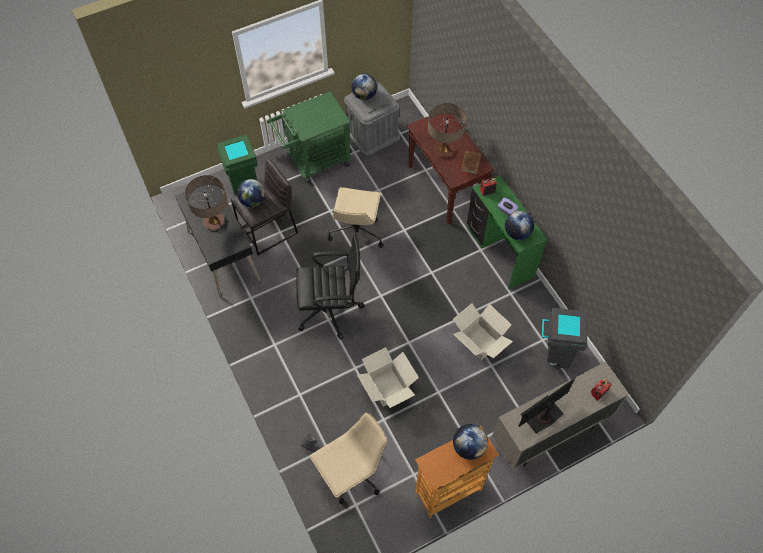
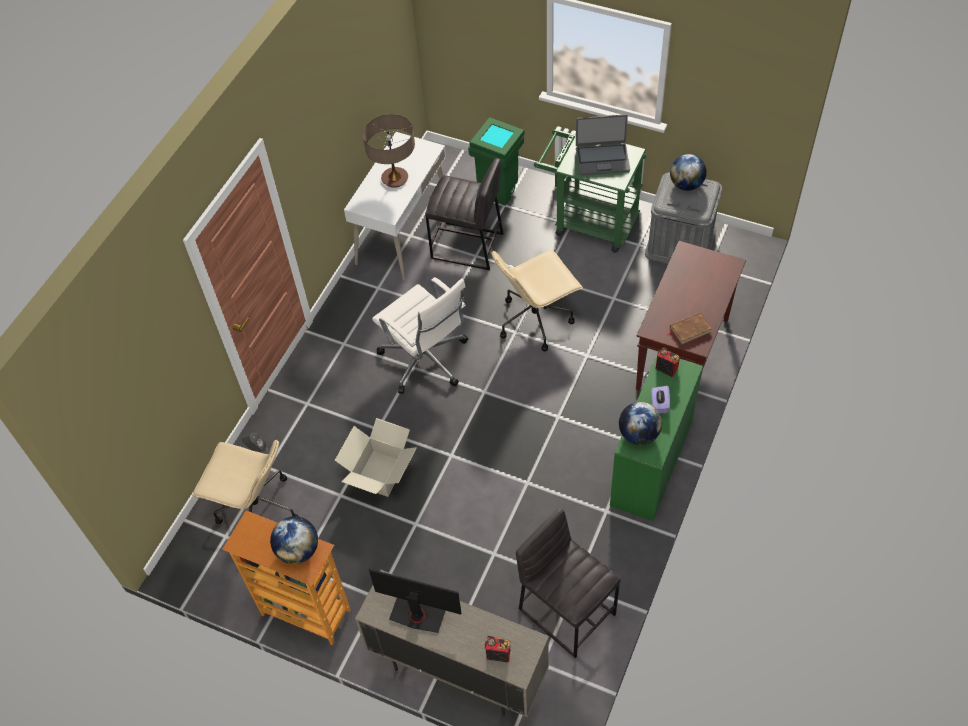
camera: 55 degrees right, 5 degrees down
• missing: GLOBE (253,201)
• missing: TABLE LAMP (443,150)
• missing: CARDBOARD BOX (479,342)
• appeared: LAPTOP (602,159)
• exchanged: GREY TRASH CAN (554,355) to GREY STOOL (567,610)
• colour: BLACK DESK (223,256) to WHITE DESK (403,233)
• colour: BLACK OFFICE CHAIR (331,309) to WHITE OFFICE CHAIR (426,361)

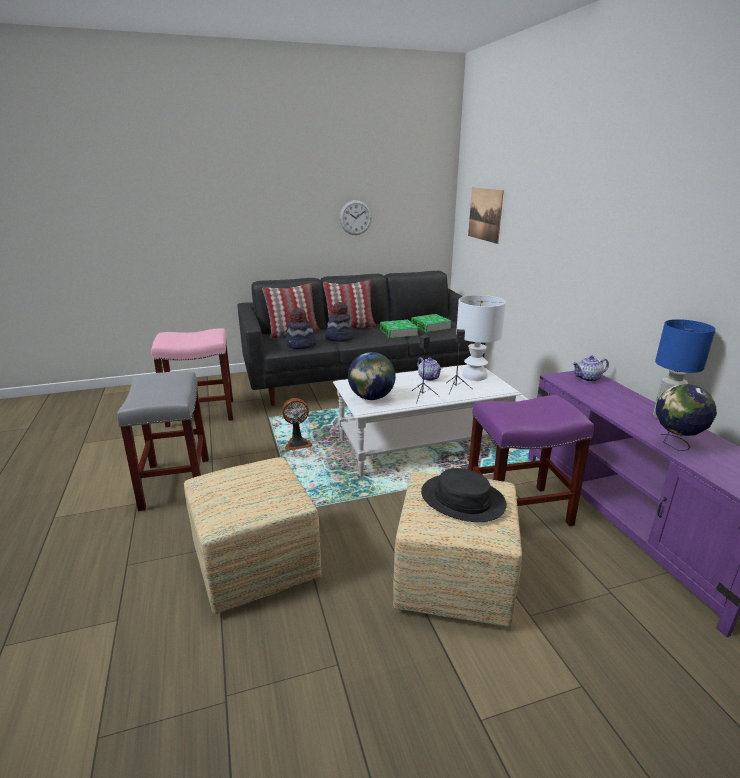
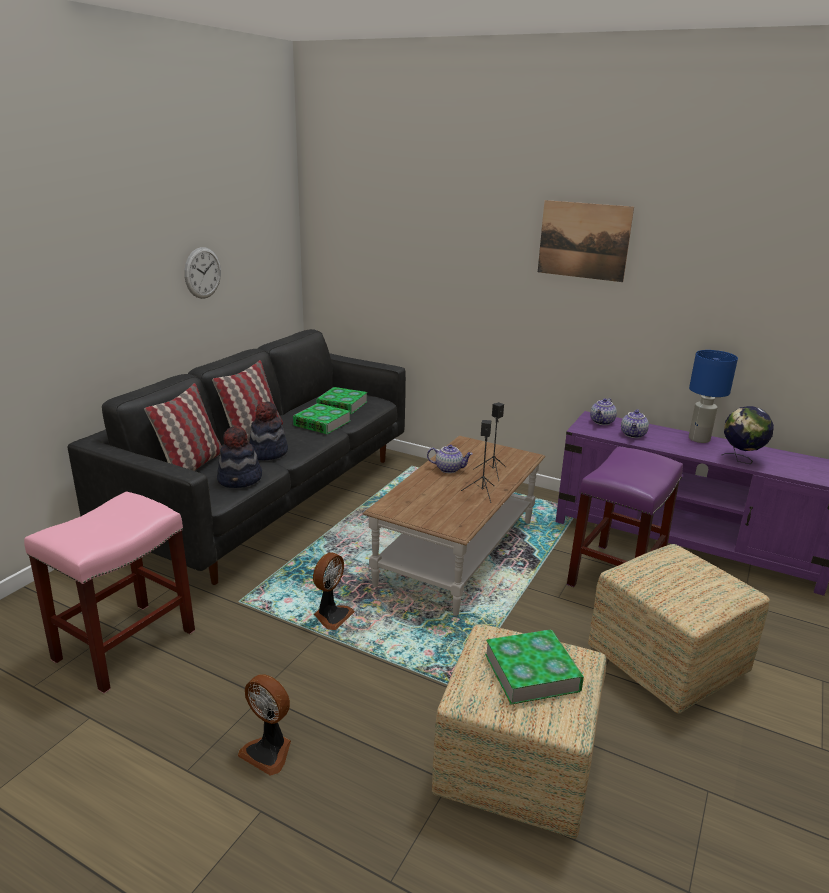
camera: 45 degrees left, 0 degrees up
• missing: GLOBE (371,398)
• missing: BLACK HAT (463,499)
• missing: WHITE TABLE LAMP (475,375)
• appeared: BOOK (531,672)
• appeared: TEAPOT (633,435)
• relocated: PICTURE (485,214) to (583,240)
• exchanged: GREY STOOL (177,483) to FAN (269,751)
• colour: WHITE COFFEE TABLE (422,445) to BROWN COFFEE TABLE (457,552)

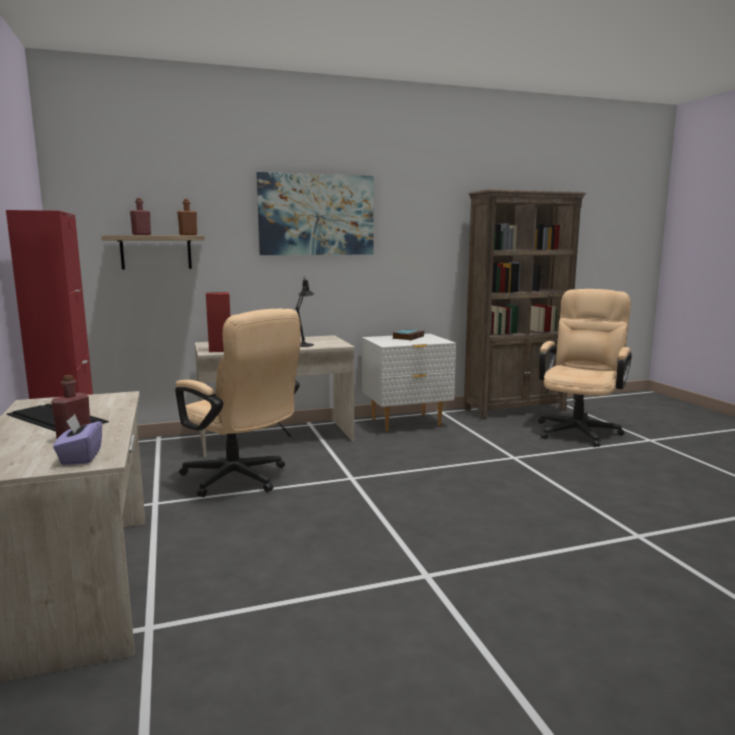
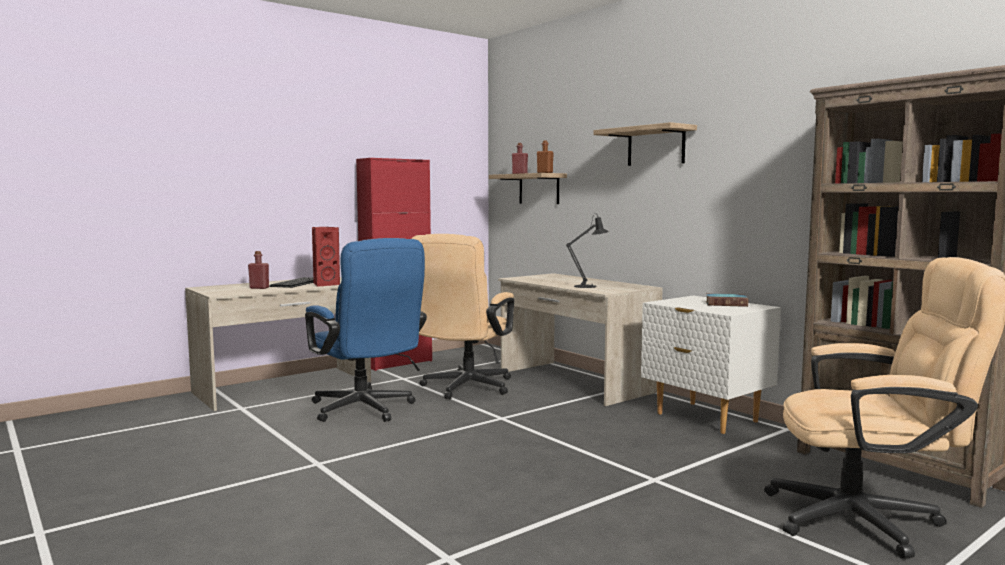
camera: 70 degrees right, 5 degrees down
• missing: PURPLE TISSUE BOX (80,457)
• appeared: BLUE OFFICE CHAIR (366,410)
• relocated: RED SPEAKER (220,350) to (325,284)
• exchanged: PICTURE (316,215) to SHELF (656,146)

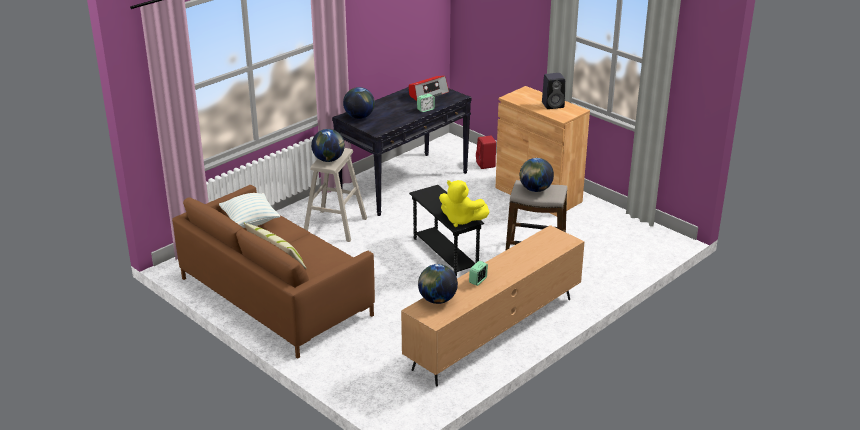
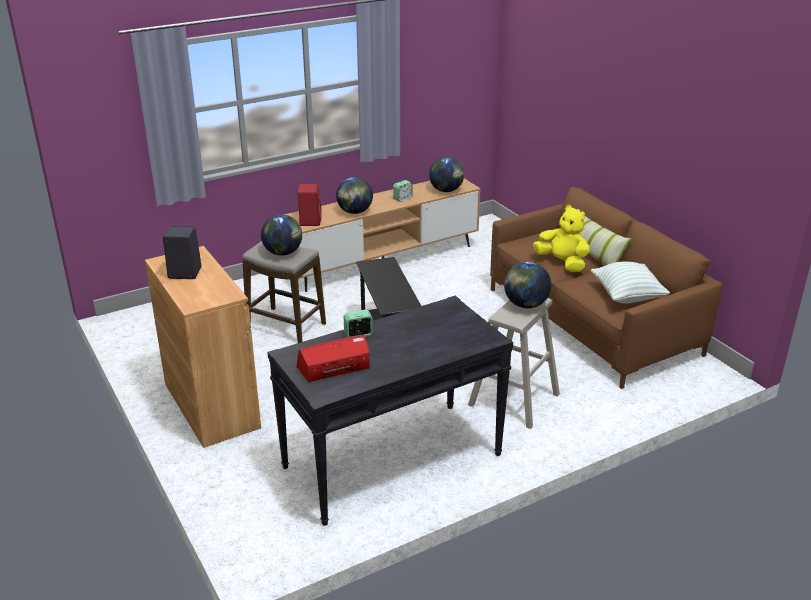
camera: 165 degrees left, 0 degrees up
• relocated: GLOBE (359,117) to (355,212)
• relocated: YELLOW PLUSH TOY (461,220) to (562,263)
• relocated: RED SPEAKER (486,165) to (310,221)

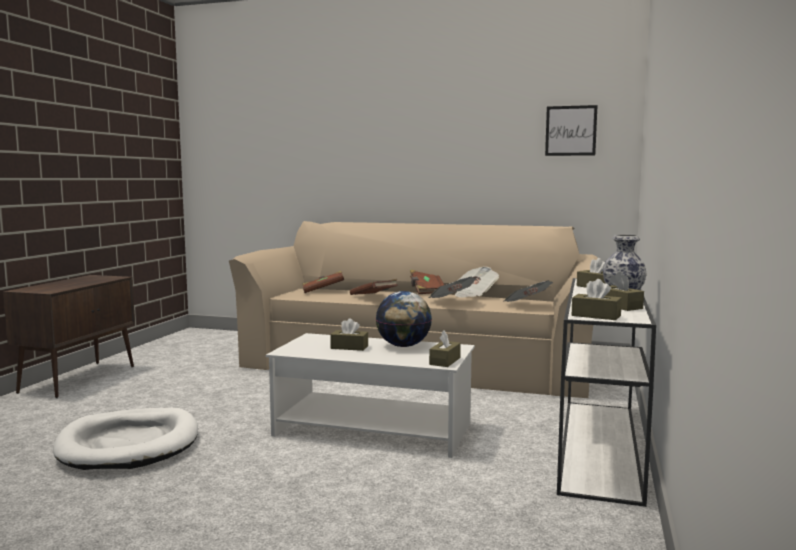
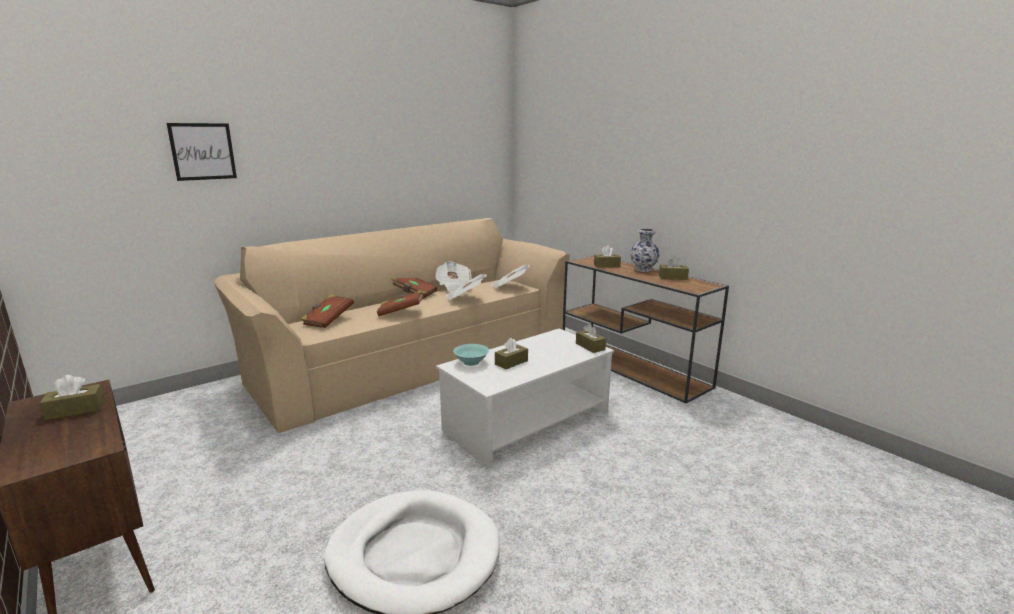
camera: 55 degrees left, 10 degrees up
• missing: GLOBE (403,346)
• appeared: TURQUOISE BOWL (471,362)
• relocated: PICTURE (570,130) to (203,151)
• relocated: BROWN TISSUE BOX (596,316) to (75,410)
• colour: WHITE CONSOLE TABLE (600,447) to BROWN CONSOLE TABLE (633,367)

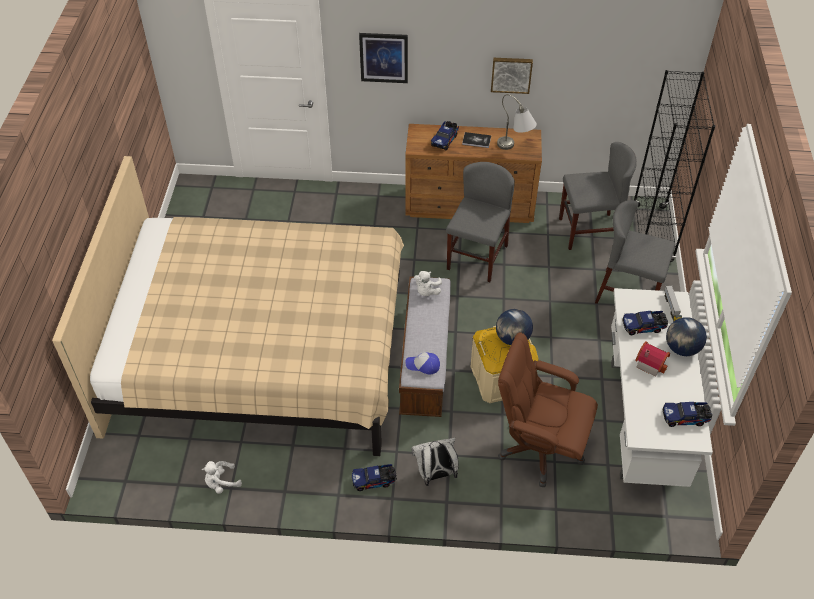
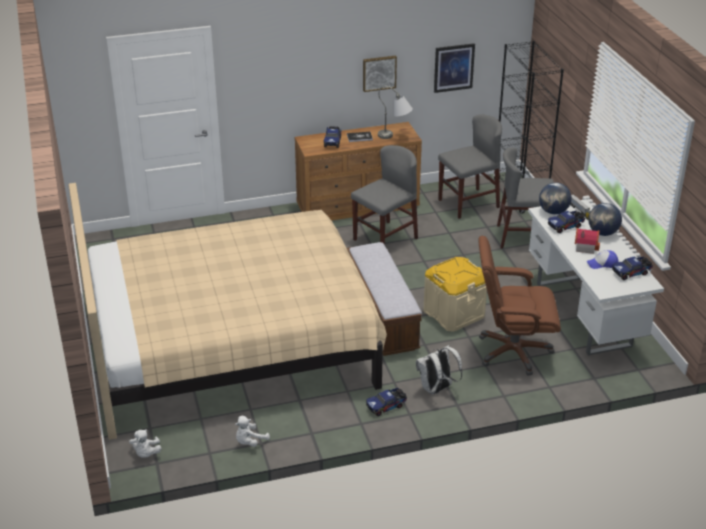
camera: 20 degrees left, 15 degrees down
• relocated: PICTURE (384,57) to (453,67)
• relocated: CAP (423,365) to (602,263)
• relocated: WHITE PLUSH TOY (427,291) to (146,454)
• relocated: GLOBE (512,338) to (553,212)
• spun: GREY CHAIR (477,257) = (385,239) 45 degrees clockwise

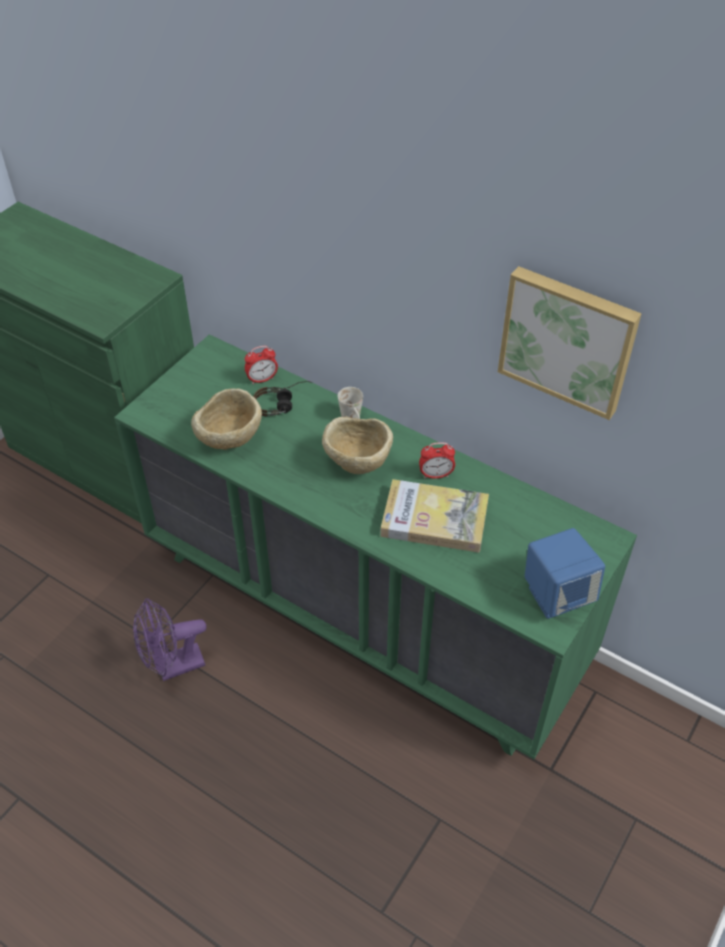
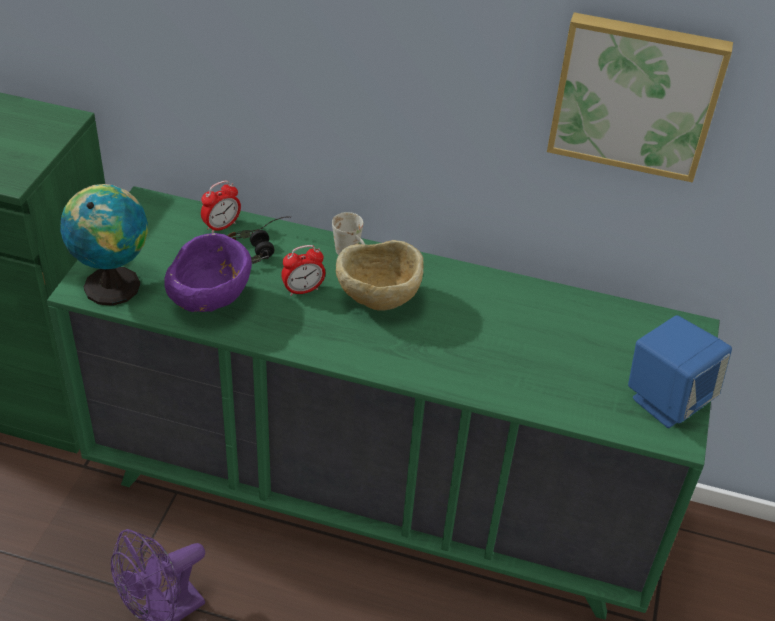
camera: 20 degrees left, 5 degrees down
• missing: BOOK (434,519)
• appeared: GLOBE (113,283)
• relocated: ALARM CLOCK (436,475) to (303,290)
• colour: BEIGE BOWL (230,441) to PURPLE BOWL (210,302)

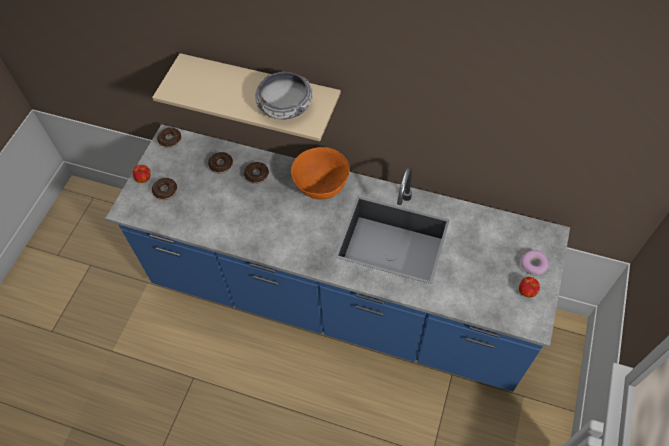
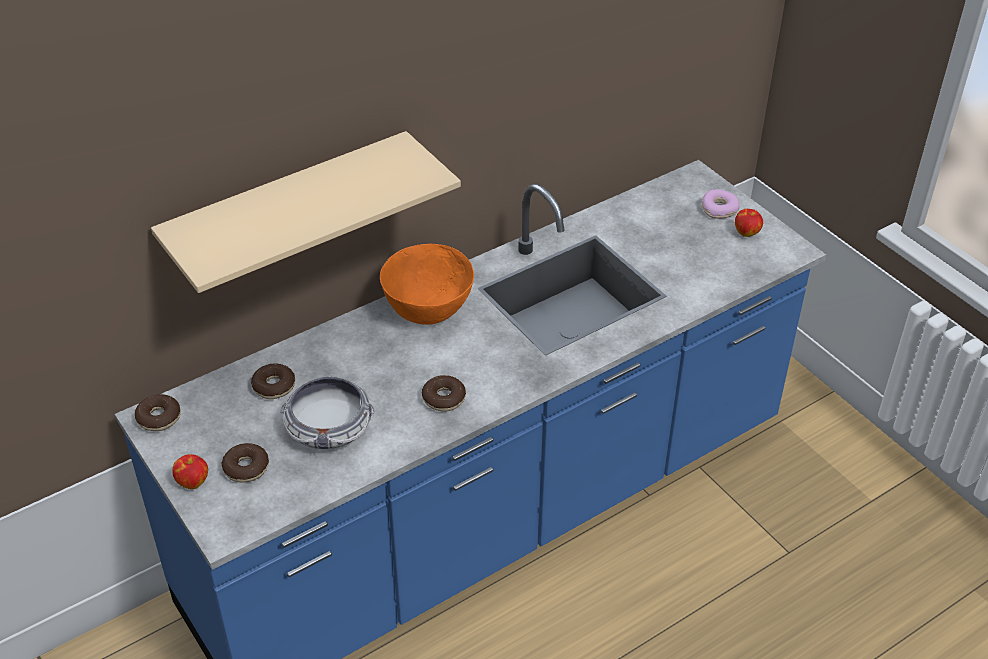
camera: 55 degrees left, 15 degrees down
• relocated: DONUT (257,175) to (444,398)
• relocated: BOWL (285,105) to (329,428)

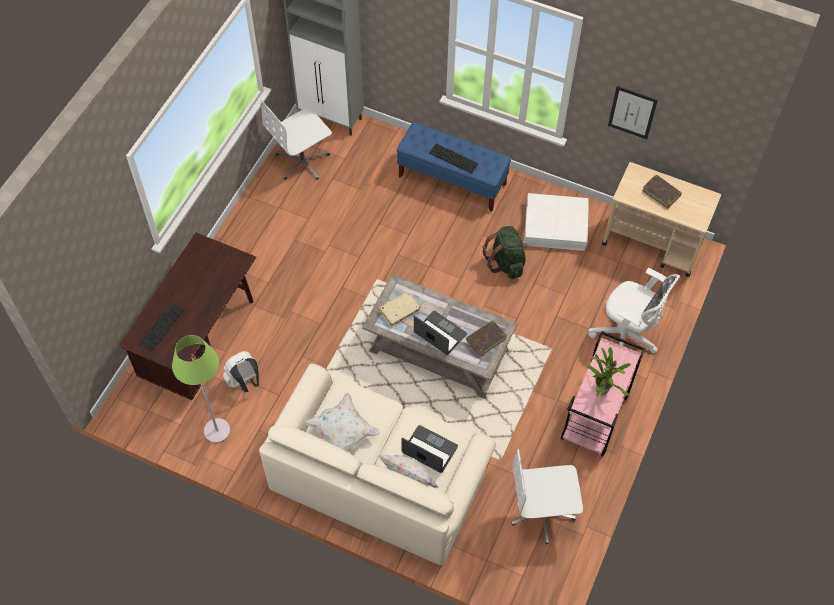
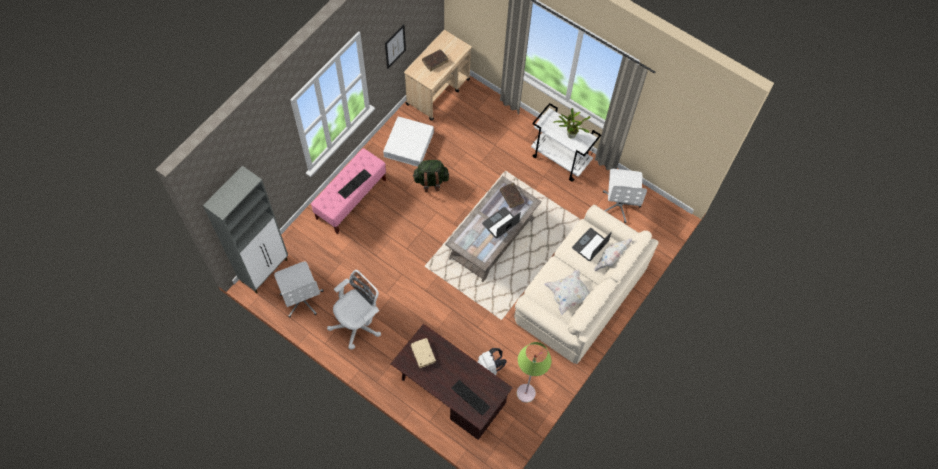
camera: 80 degrees left, 5 degrees up
• relocated: BEIGE BOOK (399,311) to (423,354)
• relocated: WHITE OFFICE CHAIR (626,336) to (358,324)
• colour: BLUE BENCH (452,181) to PINK BENCH (351,199)
• colour: PINK CART (594,418) to WHITE CART (561,159)

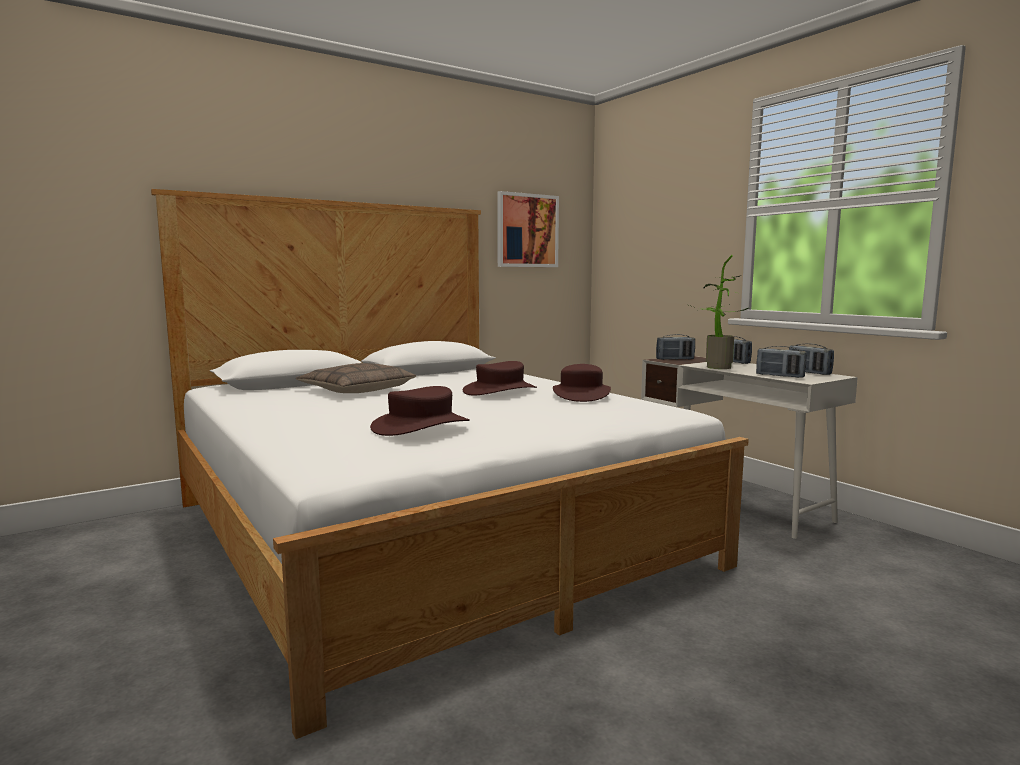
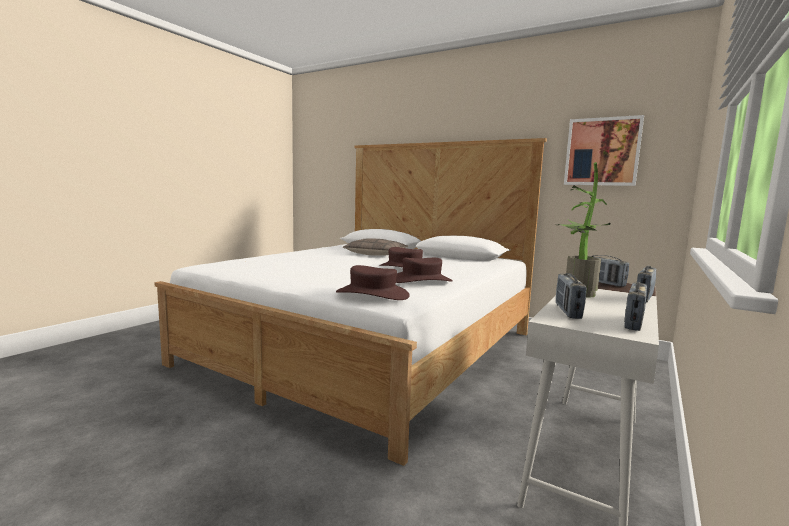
camera: 65 degrees right, 0 degrees up
• relocated: BROWN HAT (421,426) to (372,294)

